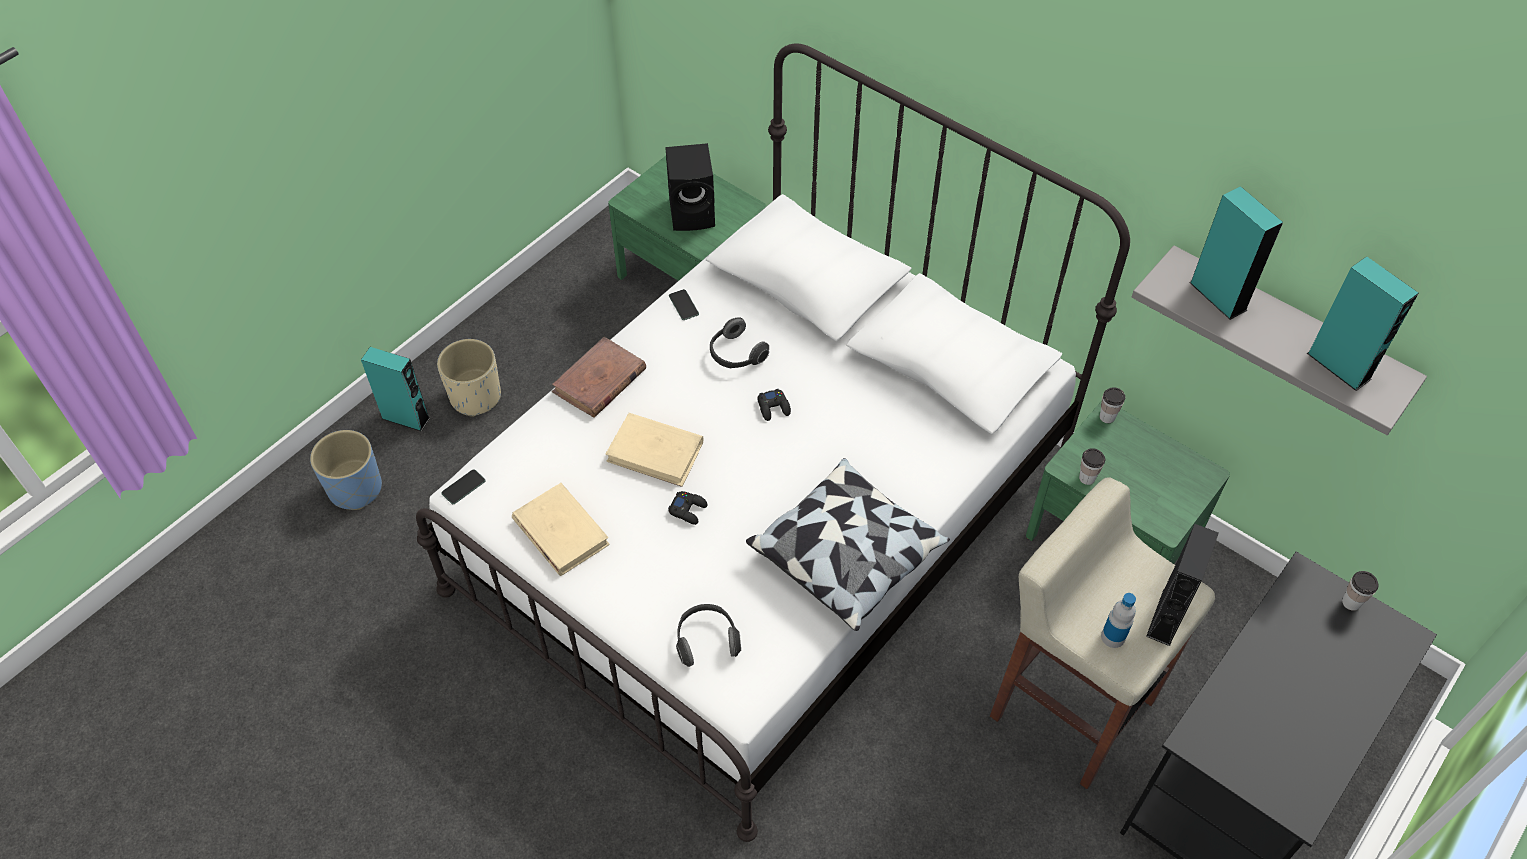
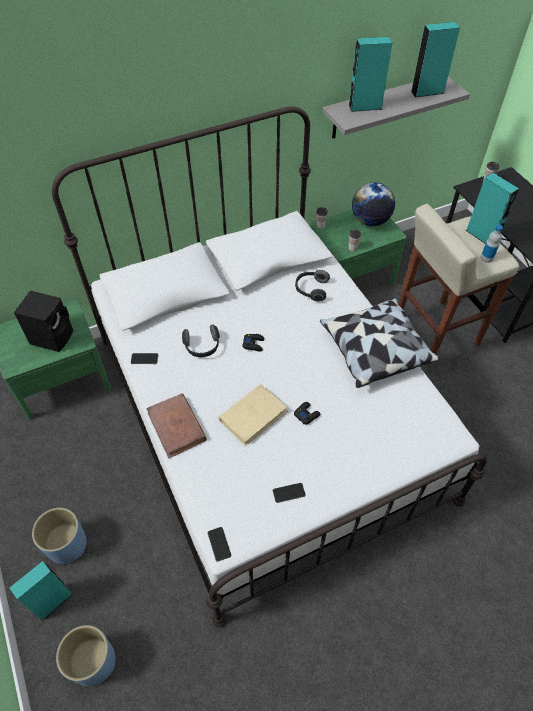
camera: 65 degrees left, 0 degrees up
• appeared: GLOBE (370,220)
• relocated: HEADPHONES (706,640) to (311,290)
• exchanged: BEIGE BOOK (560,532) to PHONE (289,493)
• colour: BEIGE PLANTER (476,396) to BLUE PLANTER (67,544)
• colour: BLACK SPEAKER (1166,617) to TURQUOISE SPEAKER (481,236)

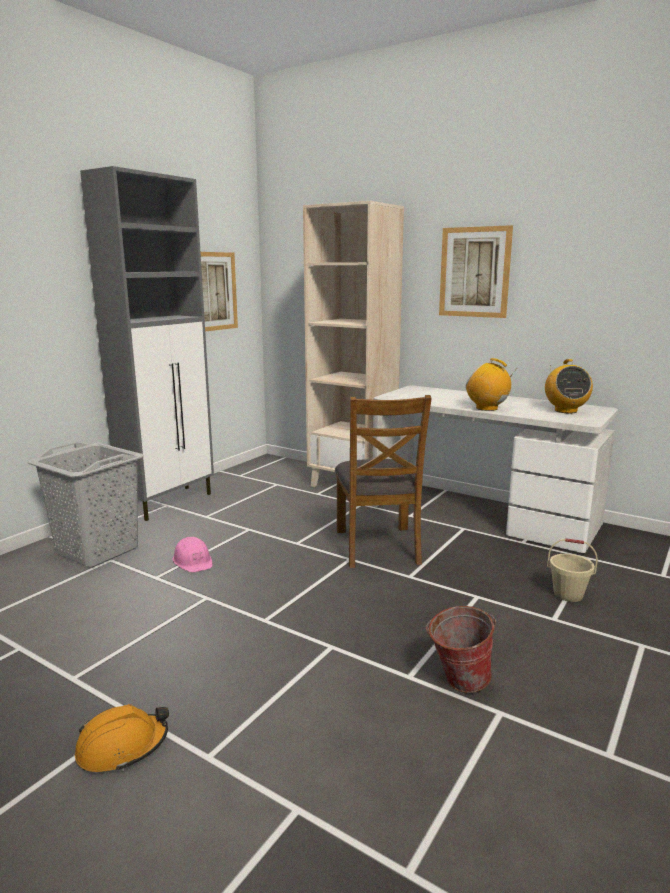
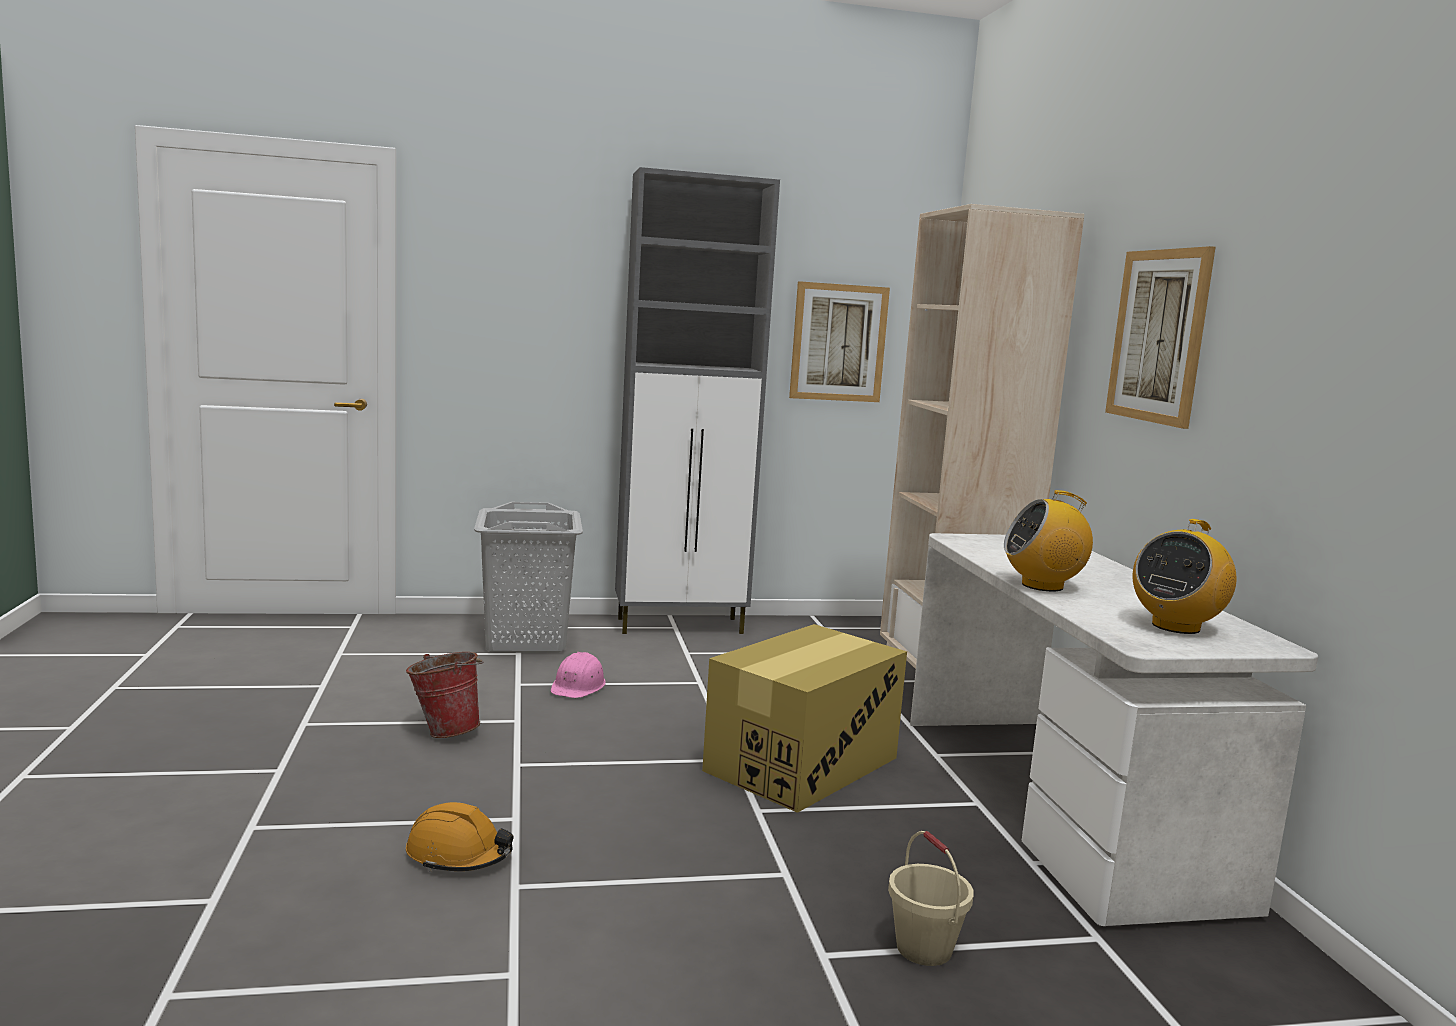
camera: 45 degrees right, 5 degrees down
• relocated: ORANGE HARD HAT (122,747) to (459,855)
• relocated: BUCKET (457,682) to (445,731)
• exchanged: BROWN CHAIR (378,546) to CARDBOARD BOX (801,764)
• spun: RADIO (487,408) = (1043,585) 90 degrees counterclockwise

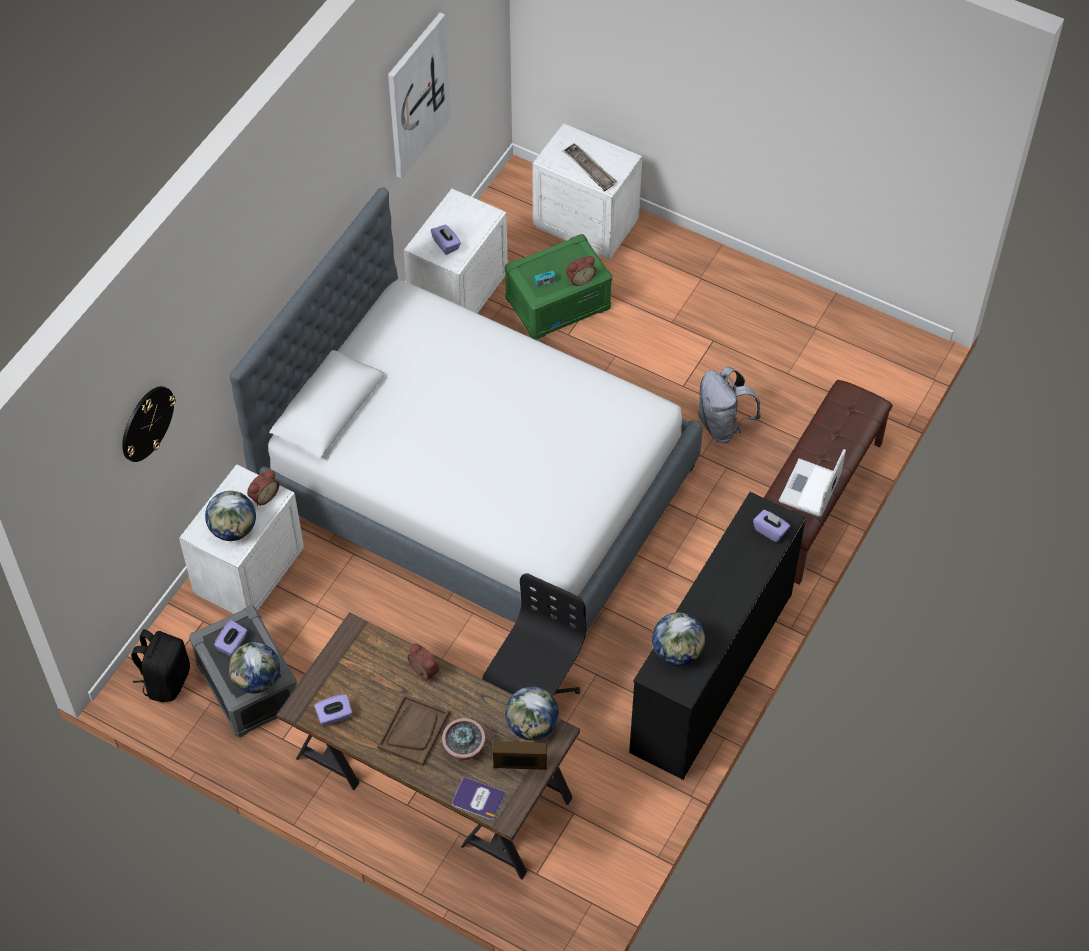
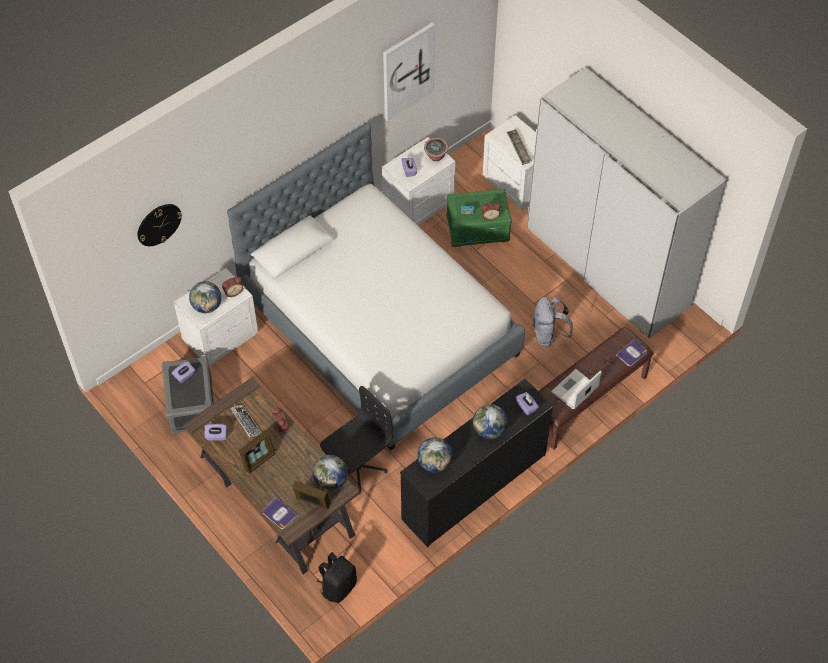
camera: 20 degrees right, 0 degrees up
• appeared: KEYBOARD (246,422)
• appeared: WHITE WARDROBE (607,267)
• appeared: BOOK (632,353)
• relocated: BLACK BACKPACK (166,680) to (338,586)
• relocated: GLOBE (257,680) to (489,430)
• relocated: POTTED PLANT (464,750) to (436,156)
• exchanged: BROWN TRAY (413,730) to PICTURE FRAME (259,460)

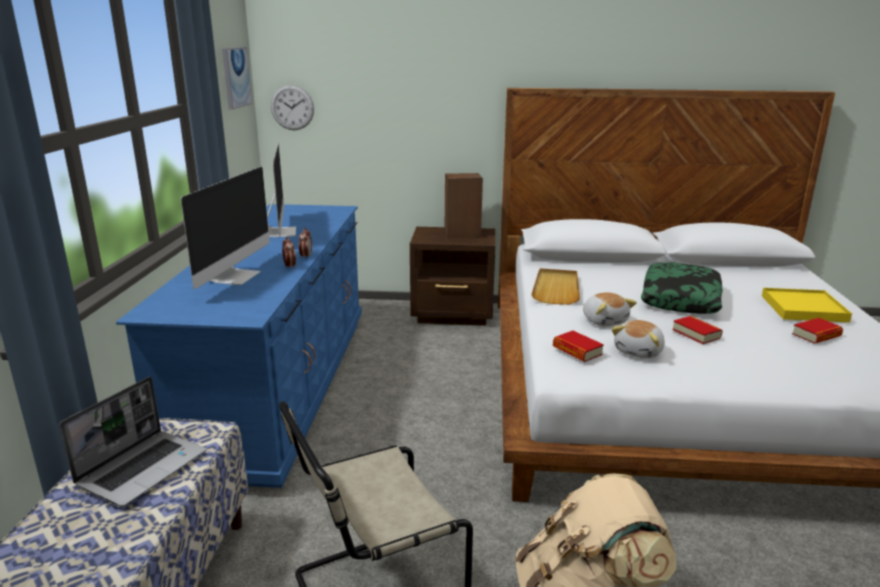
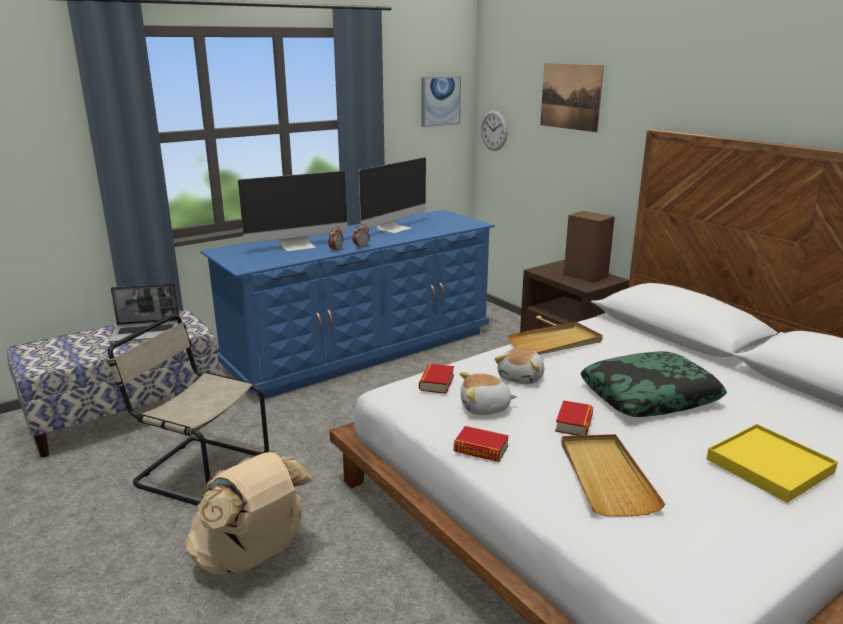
camera: 50 degrees right, 0 degrees up
• appeared: PICTURE (570,96)
• appeared: BEIGE TRAY (605,476)
• relocated: BOOK (816,335) to (481,449)

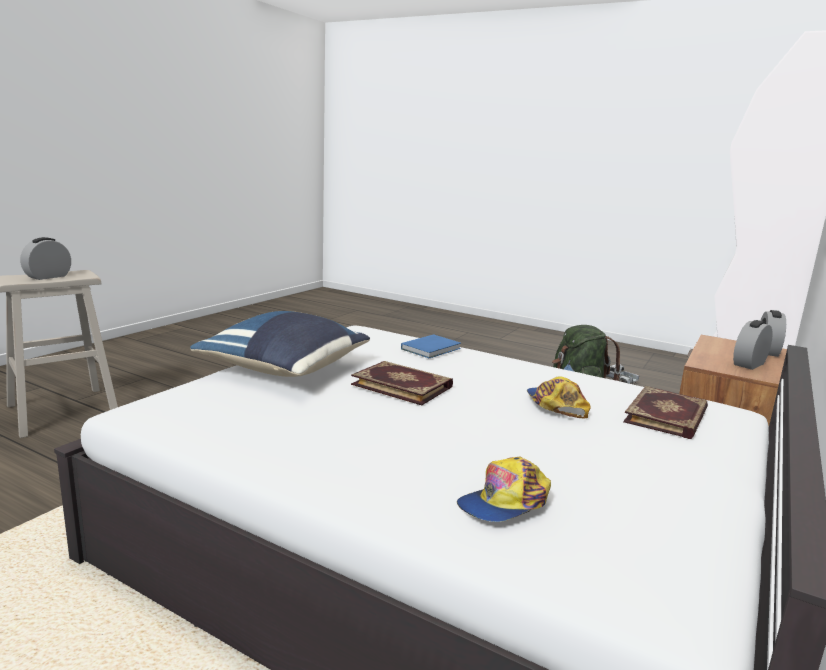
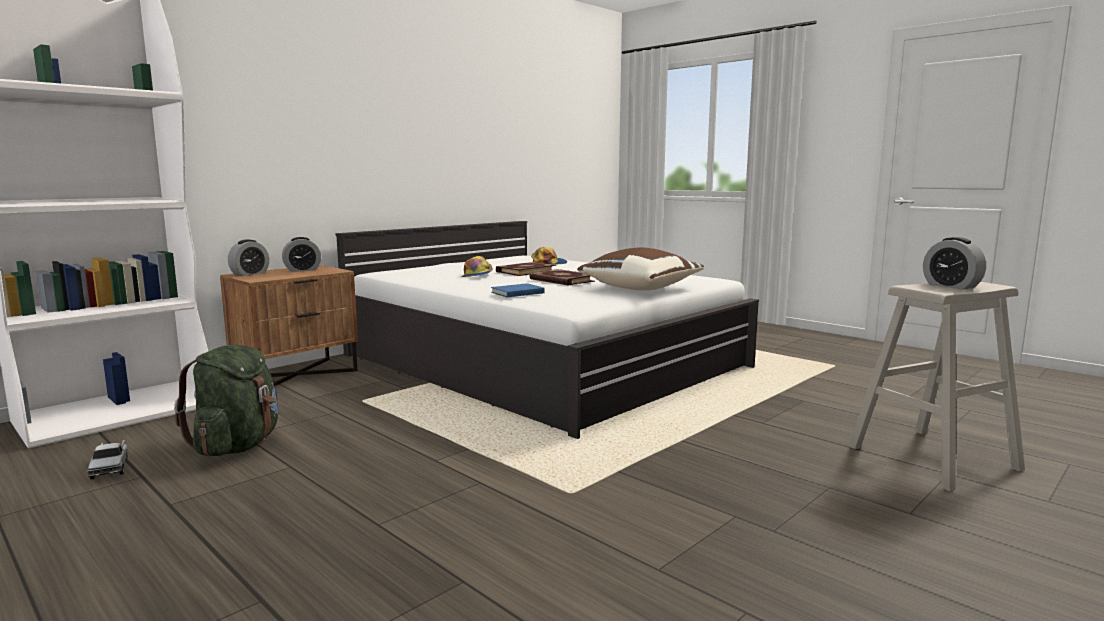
camera: 165 degrees left, 5 degrees down
• relocated: BOOK (667,416) to (525,271)
• colour: BLUE PILLOW (286,370) to BROWN PILLOW (639,288)
• spun: ALARM CLOCK (48,277) = (951,286) 105 degrees clockwise

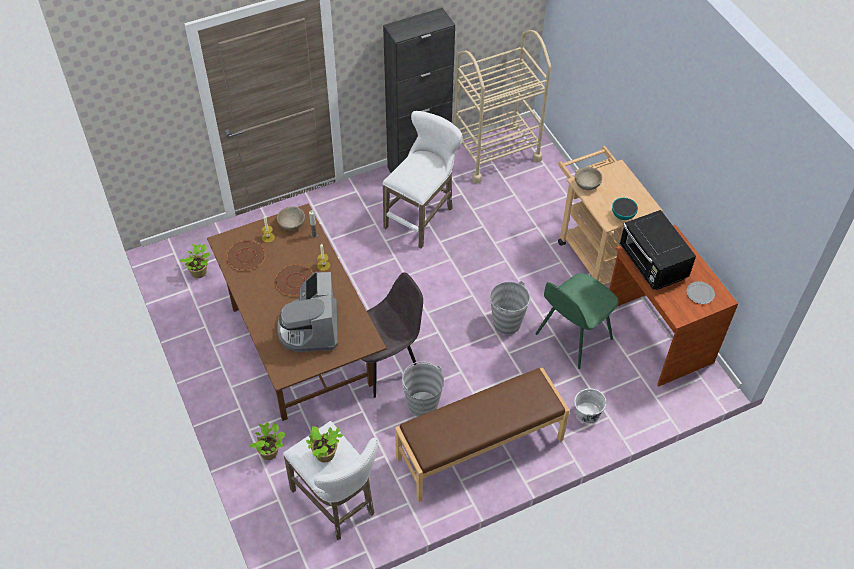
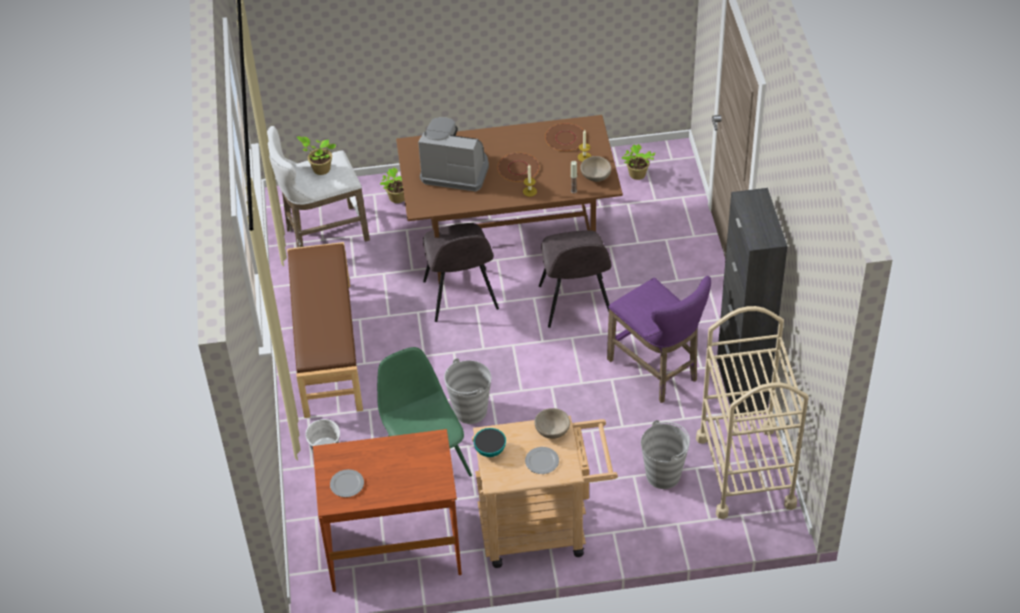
camera: 110 degrees right, 5 degrees down
• missing: BLACK MICROWAVE (652,265)
• appeared: PLATE (542,461)
• appeared: GREY CHAIR (575,304)
• relocated: GREY BUCKET (422,404) to (663,475)
• colour: WHITE STOOL (422,216) to PURPLE STOOL (657,371)

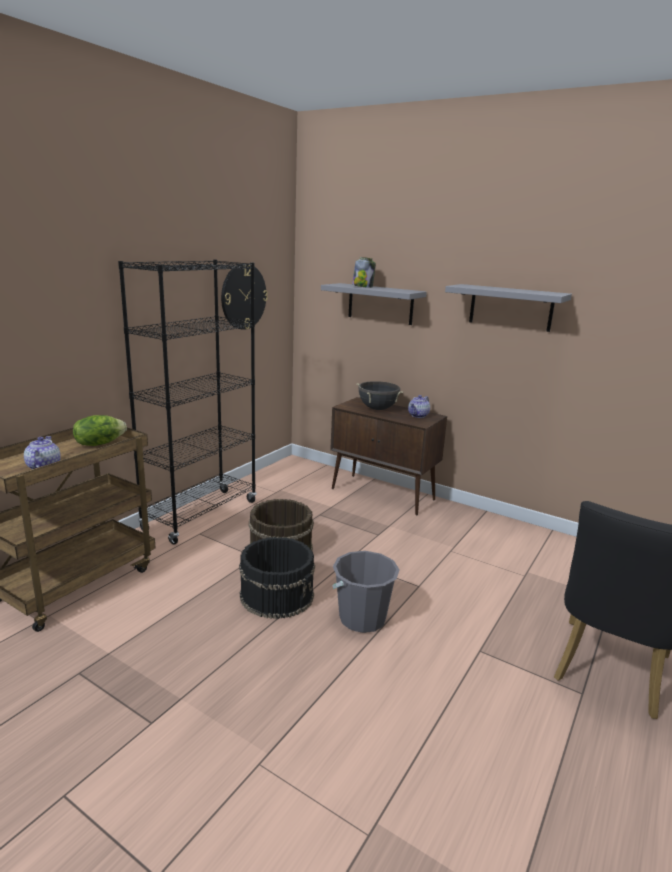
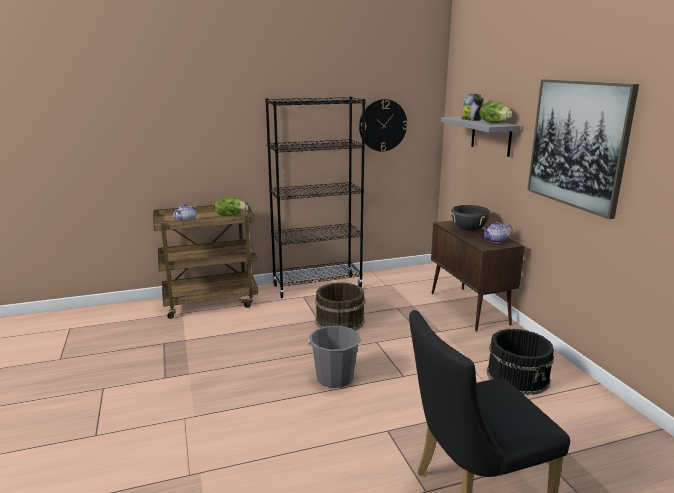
camera: 40 degrees right, 0 degrees up
• appeared: LETTUCE (494,123)
• relocated: BLACK BUCKET (277,595) to (518,376)
• exchanged: GREY SHELF (510,307) to PICTURE (578,144)

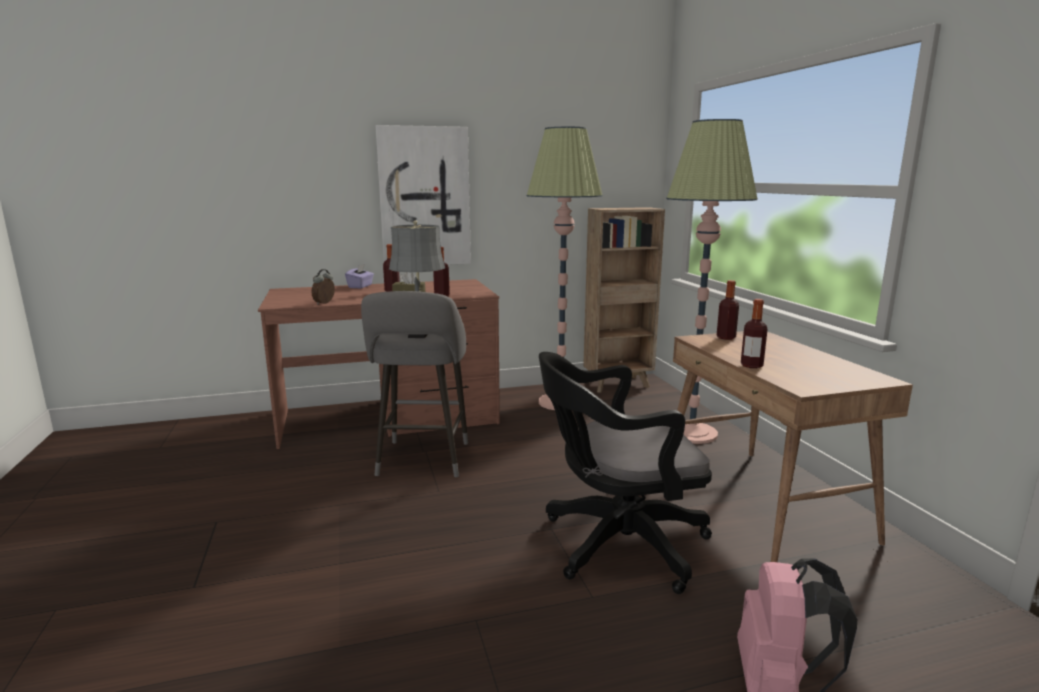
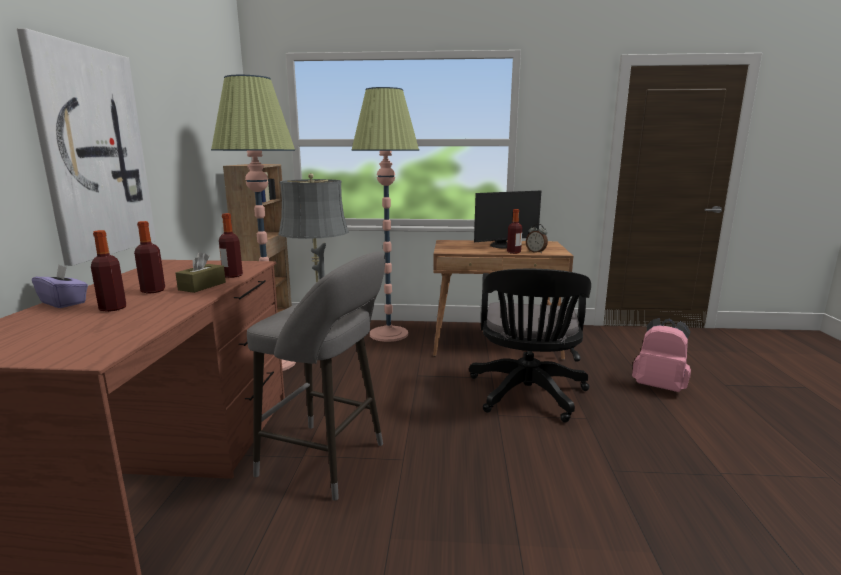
camera: 70 degrees left, 0 degrees up
• appeared: MONITOR (504,246)
• relocated: ALARM CLOCK (325,303) to (536,252)
• relocated: BOTTLE (726,337) to (113,308)

